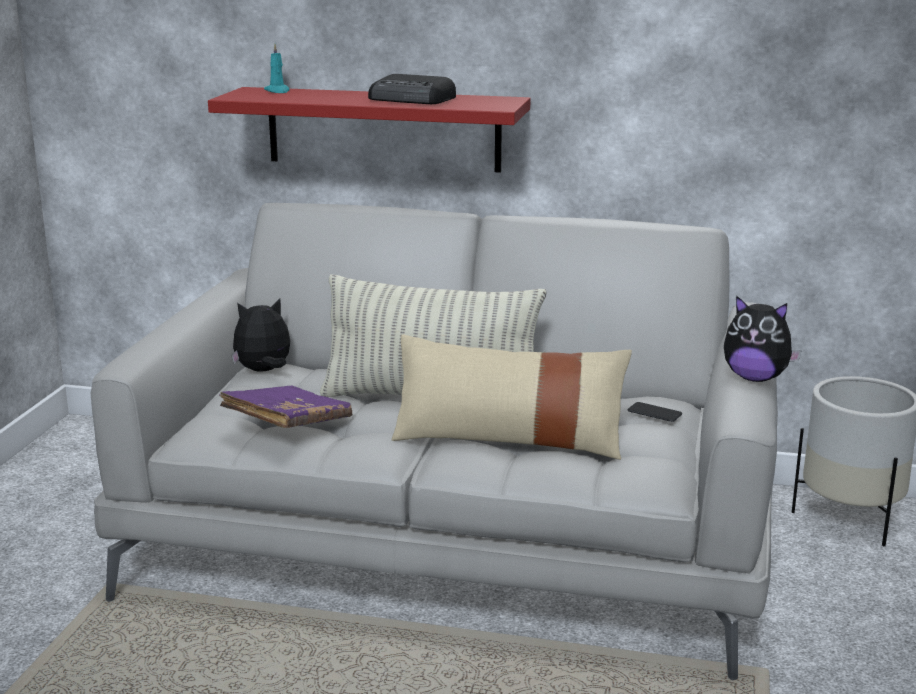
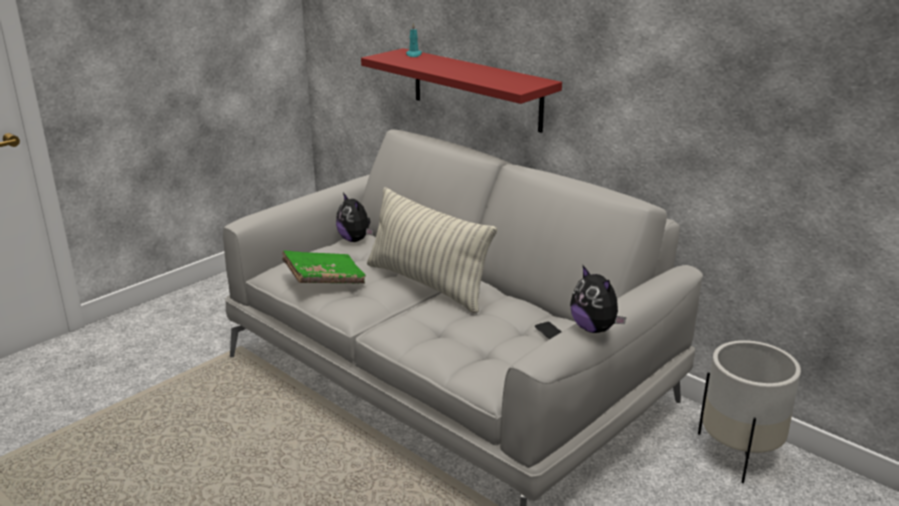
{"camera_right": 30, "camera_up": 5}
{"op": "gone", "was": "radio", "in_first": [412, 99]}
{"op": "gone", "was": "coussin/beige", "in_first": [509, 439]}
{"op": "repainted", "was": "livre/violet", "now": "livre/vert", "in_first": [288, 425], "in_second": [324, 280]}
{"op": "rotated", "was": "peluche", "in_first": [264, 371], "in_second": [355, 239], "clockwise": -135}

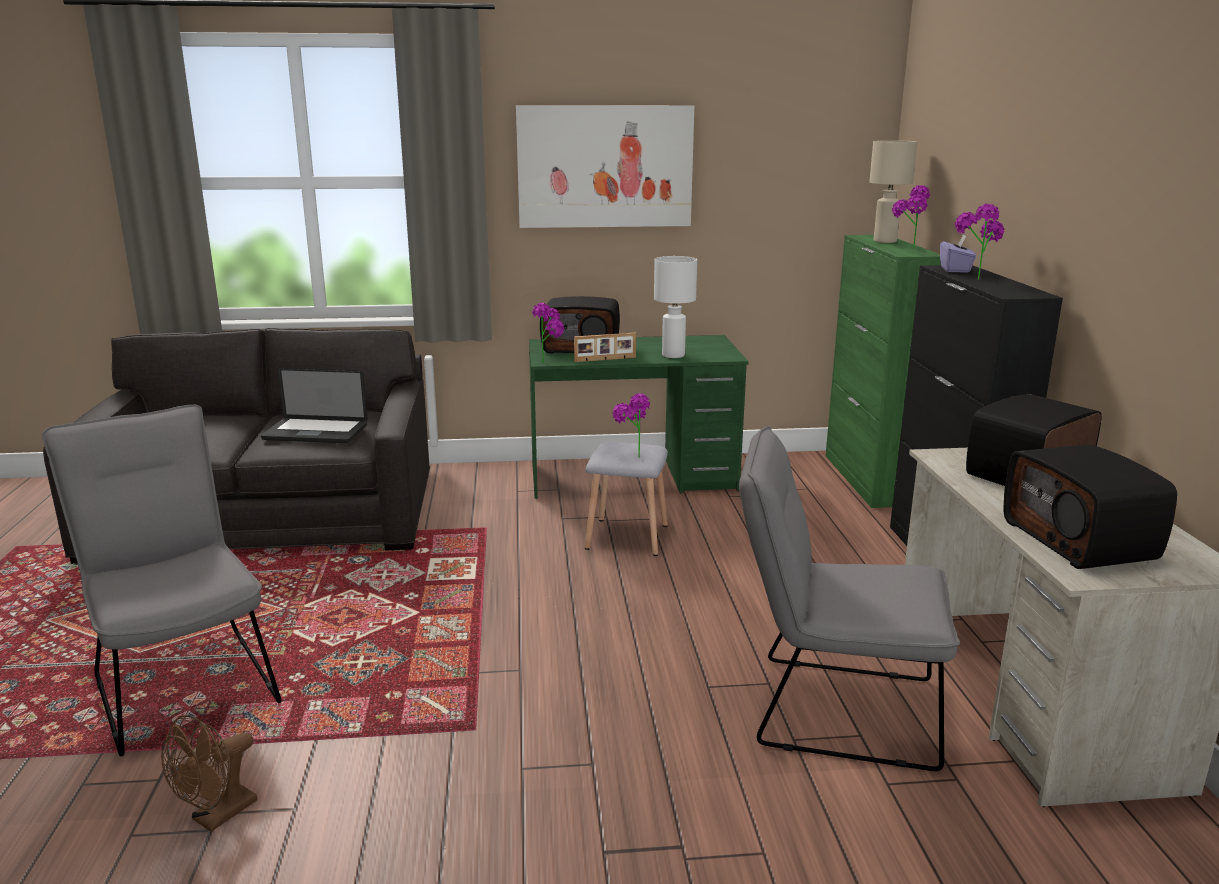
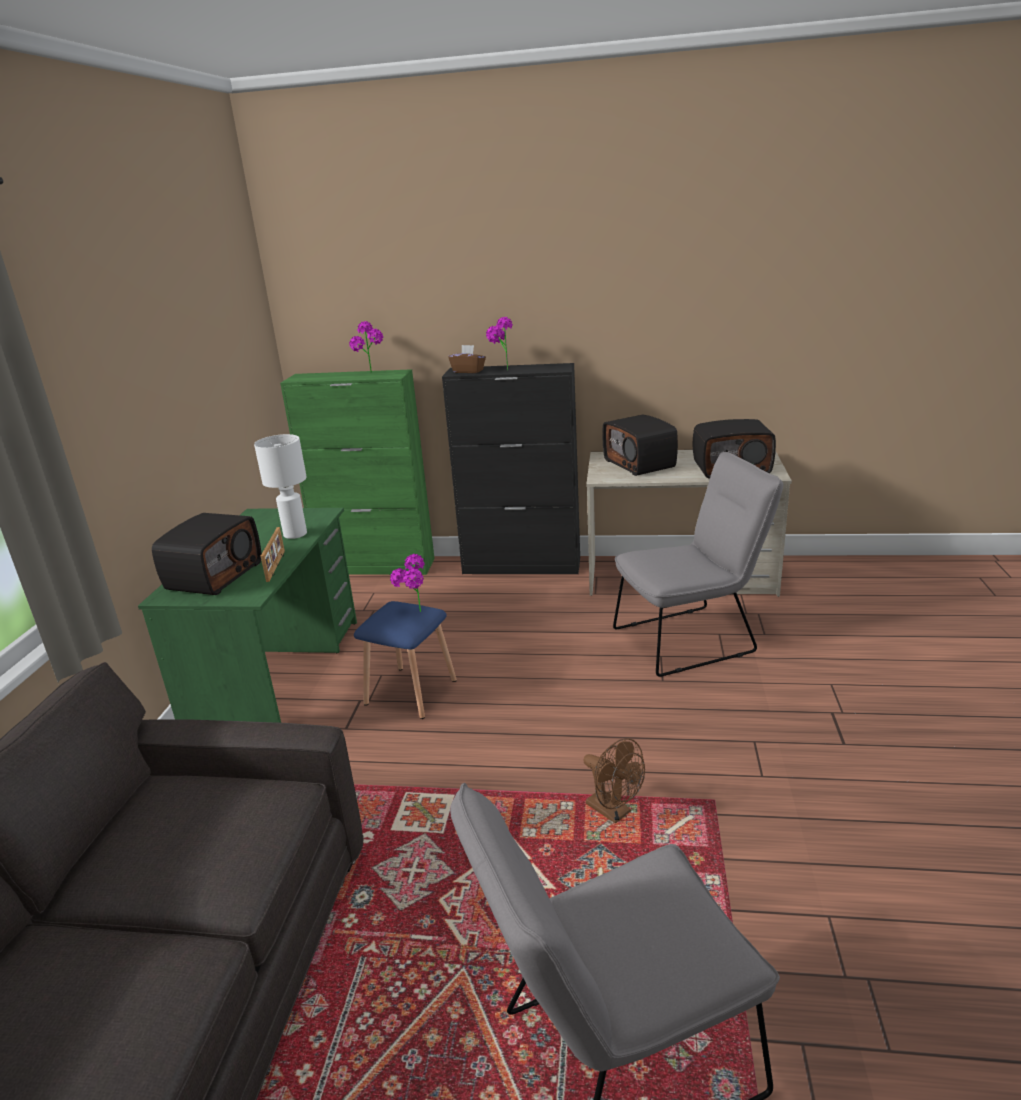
{"camera_right": -75, "camera_up": 5}
{"op": "gone", "was": "ordinateur portable", "in_first": [315, 433]}
{"op": "gone", "was": "tableau", "in_first": [605, 166]}
{"op": "gone", "was": "plante en pot", "in_first": [550, 362]}
{"op": "gone", "was": "lampe de table/beige", "in_first": [885, 241]}
{"op": "shifted", "was": "ventilateur/marron", "in_first": [217, 817], "in_second": [614, 812]}
{"op": "repainted", "was": "tabouret/gris", "now": "tabouret/bleu", "in_first": [625, 537], "in_second": [411, 693]}
{"op": "repainted", "was": "boîte à mouchoirs/violet", "now": "boîte à mouchoirs/marron", "in_first": [955, 269], "in_second": [468, 371]}
{"op": "rotated", "was": "chaise/gris", "in_first": [830, 709], "in_second": [692, 638], "clockwise": -135}

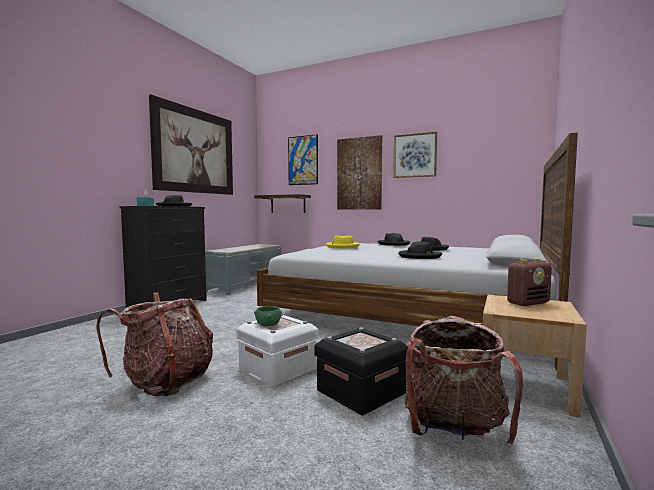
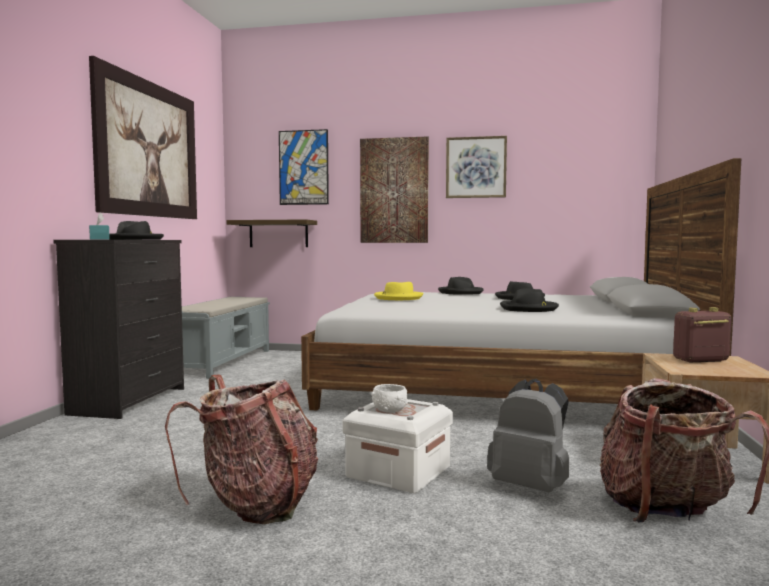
{"camera_right": -15, "camera_up": 0}
{"op": "swapped", "was": "boîte de rangement/noir", "now": "sac à dos/gris", "in_first": [361, 392], "in_second": [531, 486]}
{"op": "repainted", "was": "bol/vert", "now": "bol/blanc", "in_first": [268, 324], "in_second": [389, 410]}
{"op": "rotated", "was": "radio", "in_first": [528, 303], "in_second": [700, 360], "clockwise": -150}

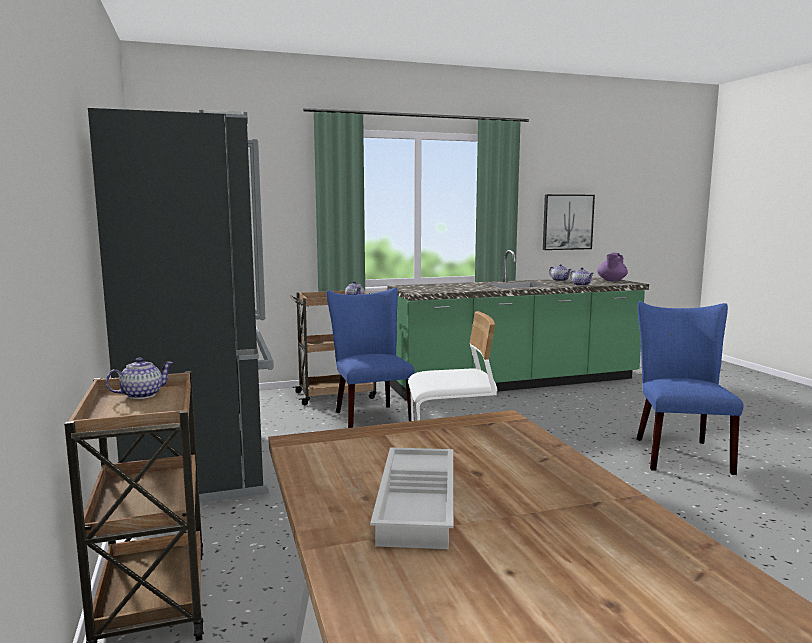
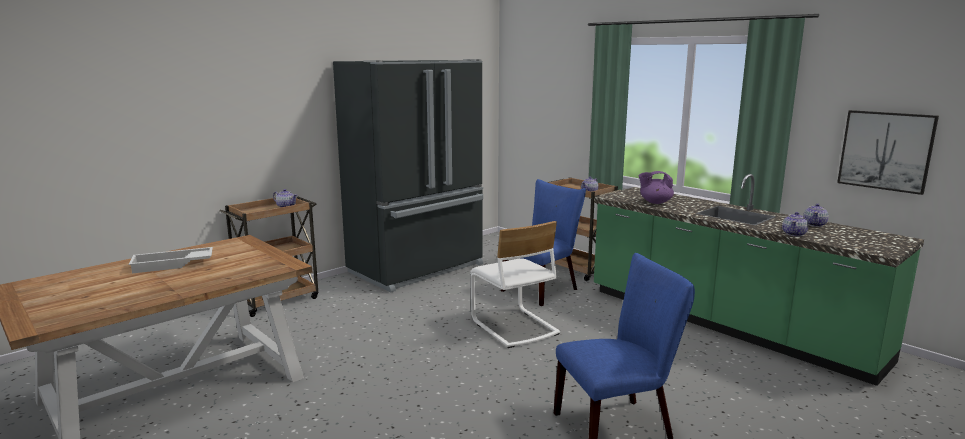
{"camera_right": 65, "camera_up": 5}
{"op": "shifted", "was": "théière/violet", "in_first": [611, 280], "in_second": [655, 202]}

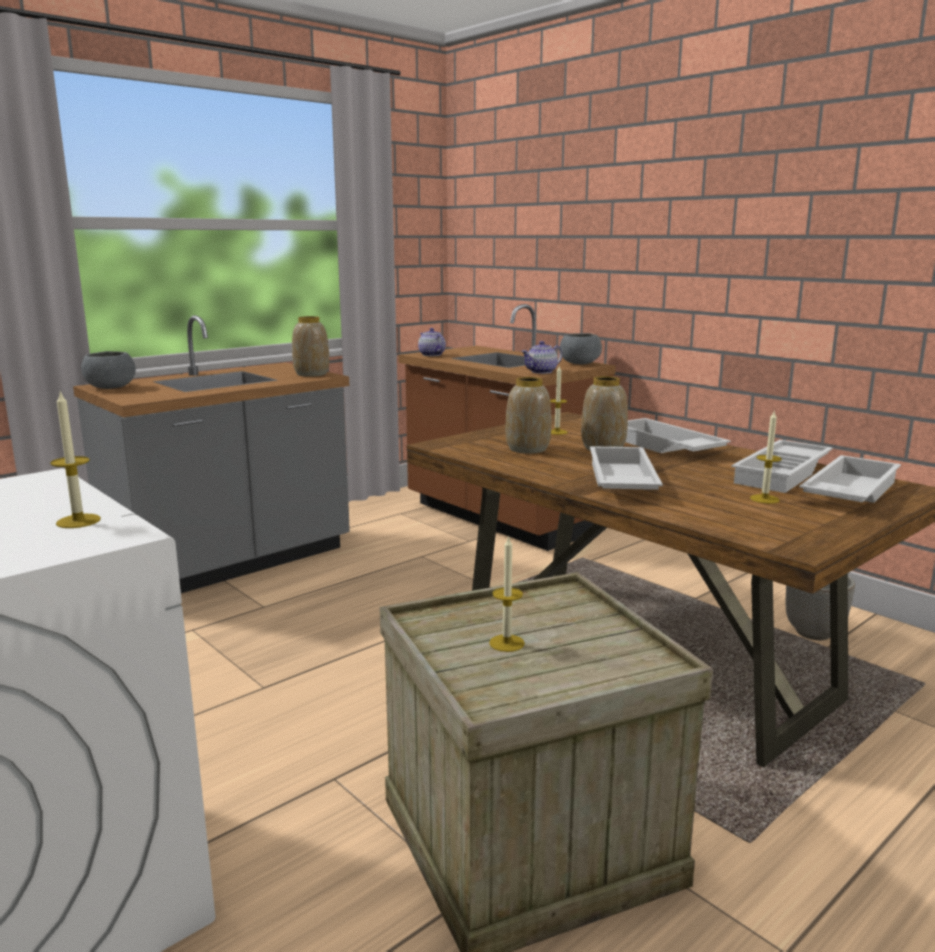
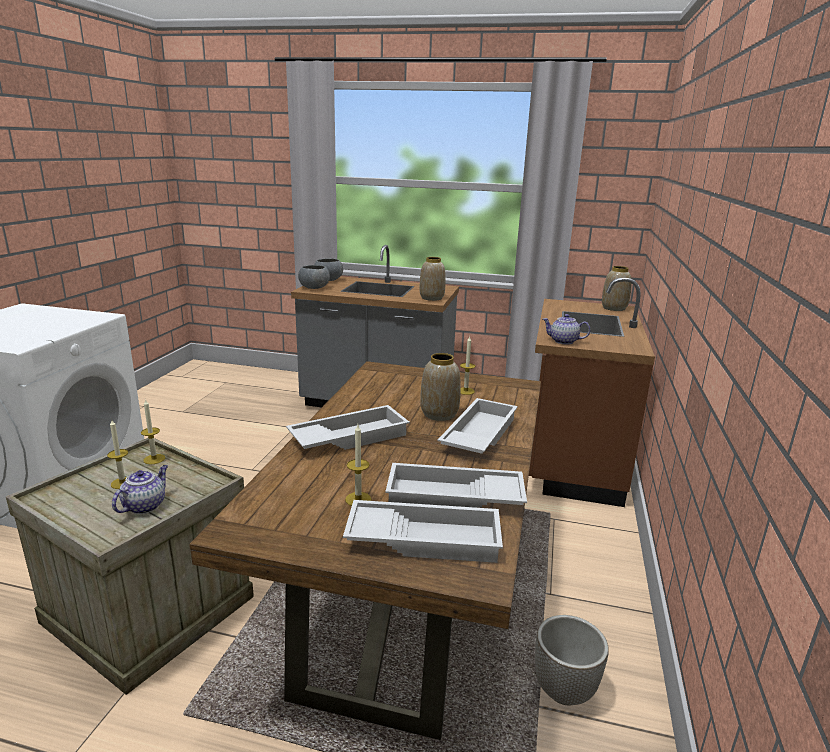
{"camera_right": 55, "camera_up": 5}
{"op": "shifted", "was": "bougie", "in_first": [78, 521], "in_second": [154, 459]}
{"op": "shifted", "was": "théière", "in_first": [431, 355], "in_second": [145, 505]}
{"op": "shifted", "was": "vase", "in_first": [527, 449], "in_second": [613, 308]}
{"op": "shifted", "was": "bol/gris", "in_first": [579, 363], "in_second": [314, 288]}

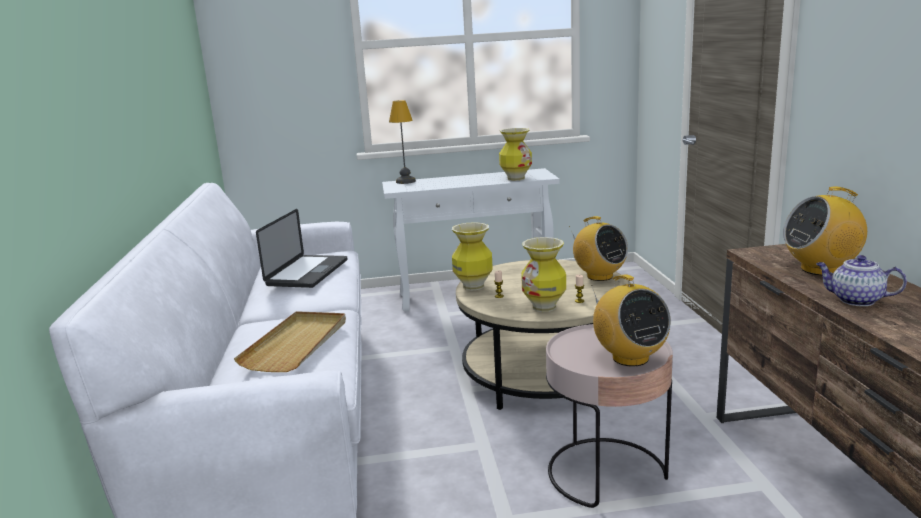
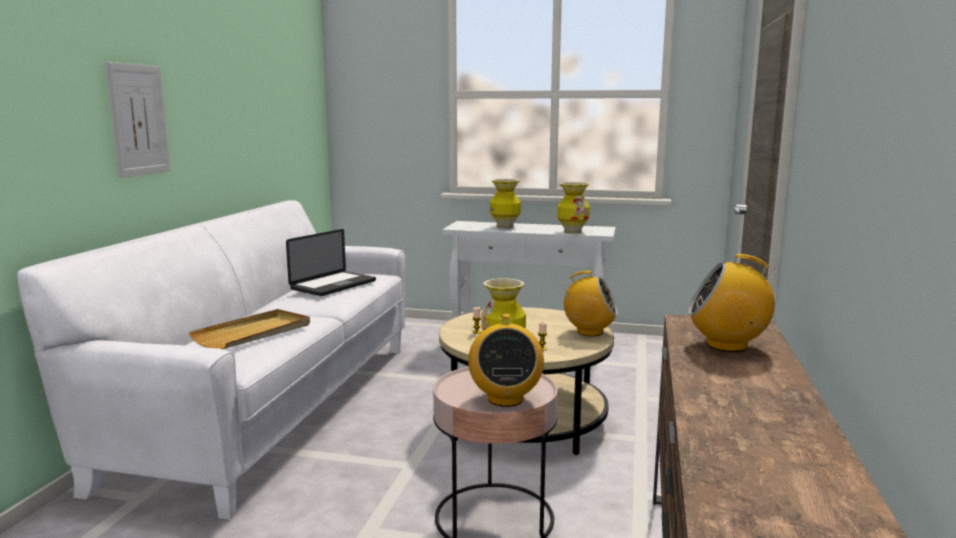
{"camera_right": 20, "camera_up": -5}
{"op": "gone", "was": "lampe de table", "in_first": [406, 181]}
{"op": "gone", "was": "théière", "in_first": [855, 300]}
{"op": "new", "now": "tableau", "in_second": [138, 120]}
{"op": "shifted", "was": "vase", "in_first": [473, 286], "in_second": [505, 227]}
{"op": "rotated", "was": "radio", "in_first": [599, 276], "in_second": [589, 332], "clockwise": -60}

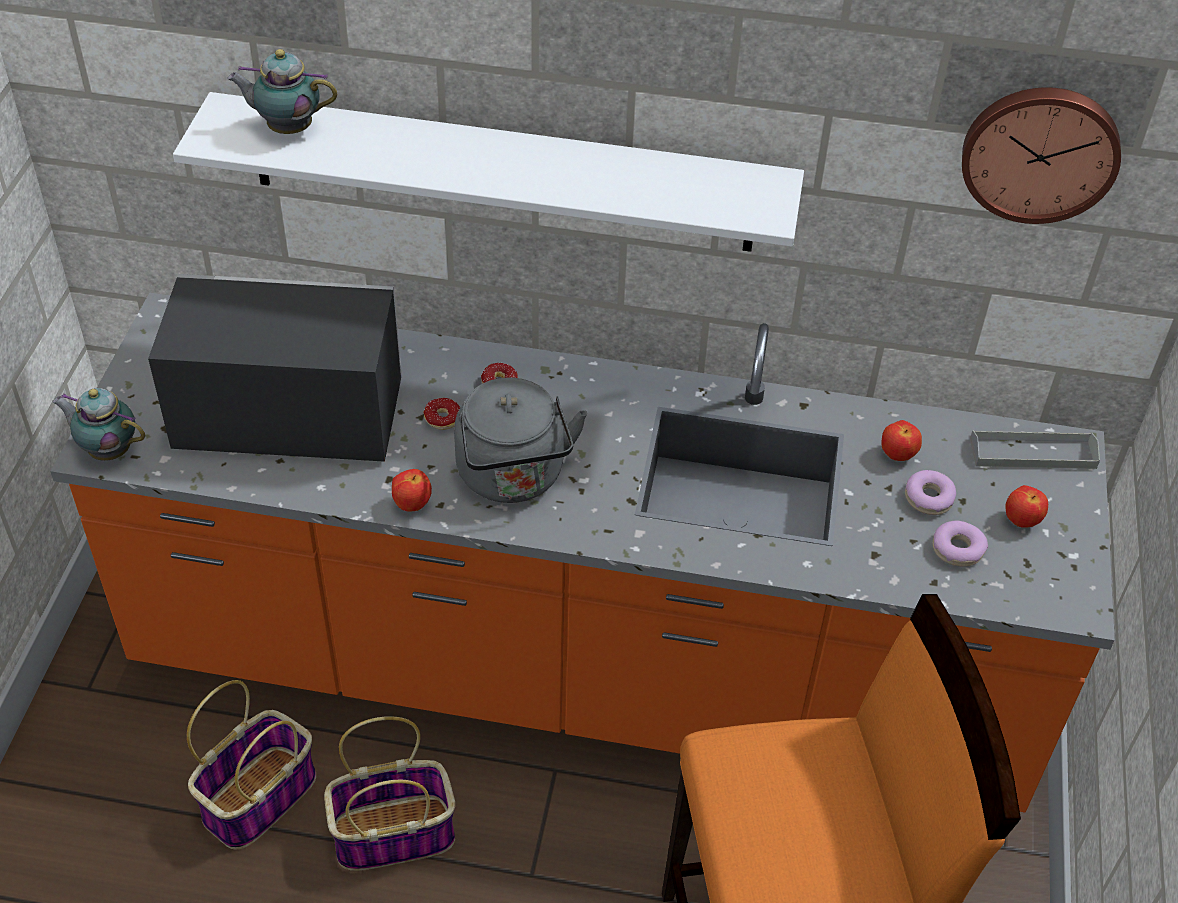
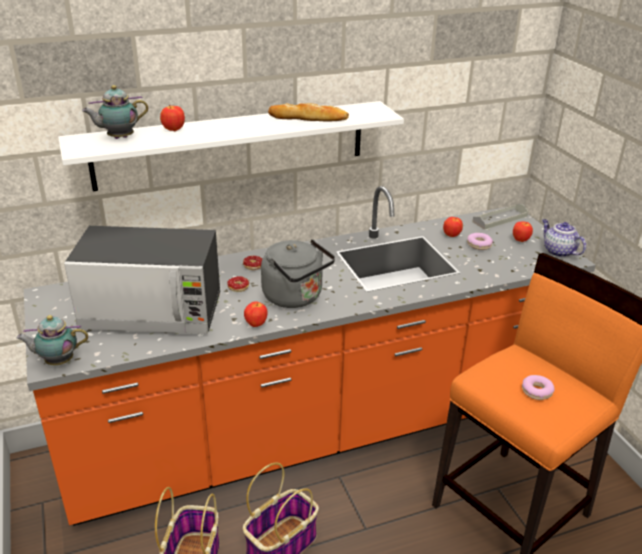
{"camera_right": -30, "camera_up": -15}
{"op": "gone", "was": "horloge murale", "in_first": [1040, 151]}
{"op": "new", "now": "pomme", "in_second": [173, 130]}
{"op": "new", "now": "pain", "in_second": [308, 118]}
{"op": "new", "now": "théière", "in_second": [558, 251]}
{"op": "shifted", "was": "beignet", "in_first": [958, 549], "in_second": [537, 391]}
{"op": "rotated", "was": "micro-ondes", "in_first": [287, 414], "in_second": [153, 312], "clockwise": -150}

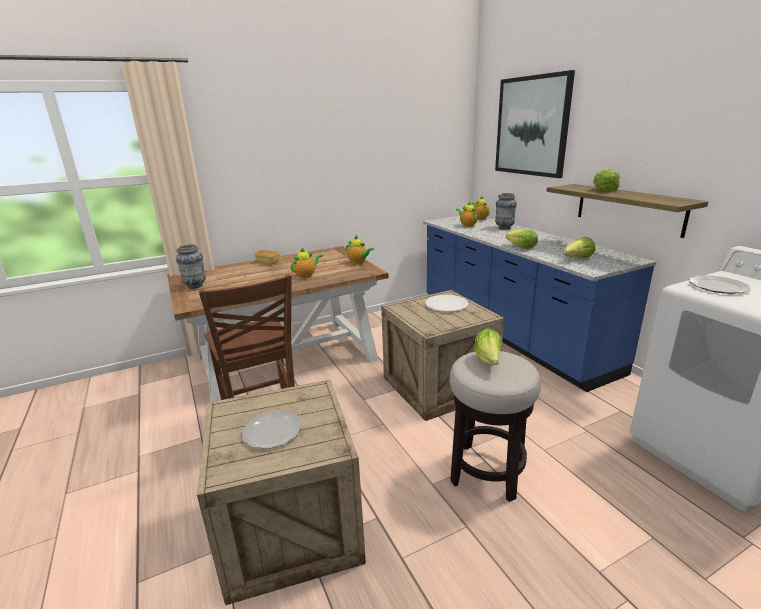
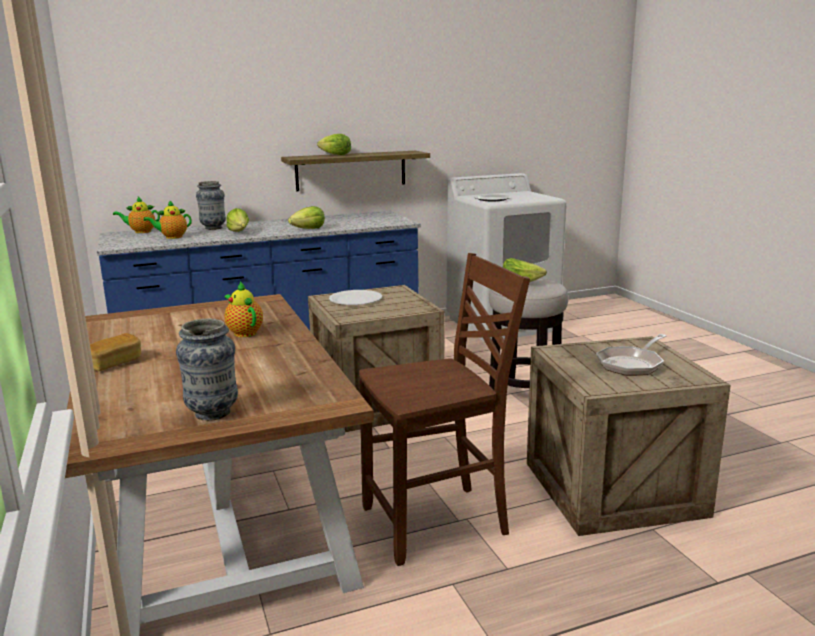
{"camera_right": -85, "camera_up": -5}
{"op": "gone", "was": "théière", "in_first": [358, 262]}
{"op": "gone", "was": "tableau", "in_first": [531, 126]}
{"op": "shifted", "was": "laitue", "in_first": [577, 259], "in_second": [239, 233]}
{"op": "swapped", "was": "assiette", "now": "poêle", "in_first": [272, 432], "in_second": [632, 364]}

